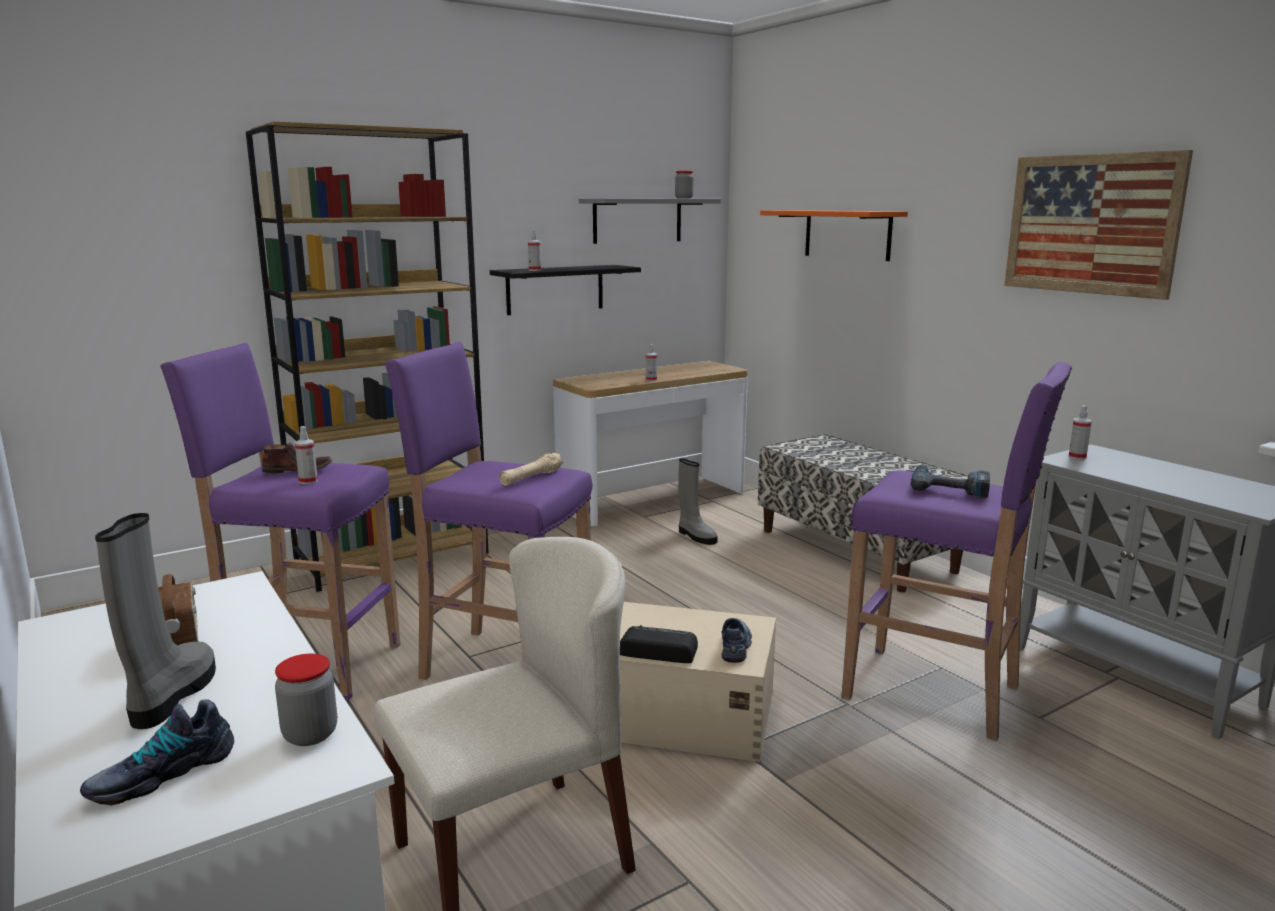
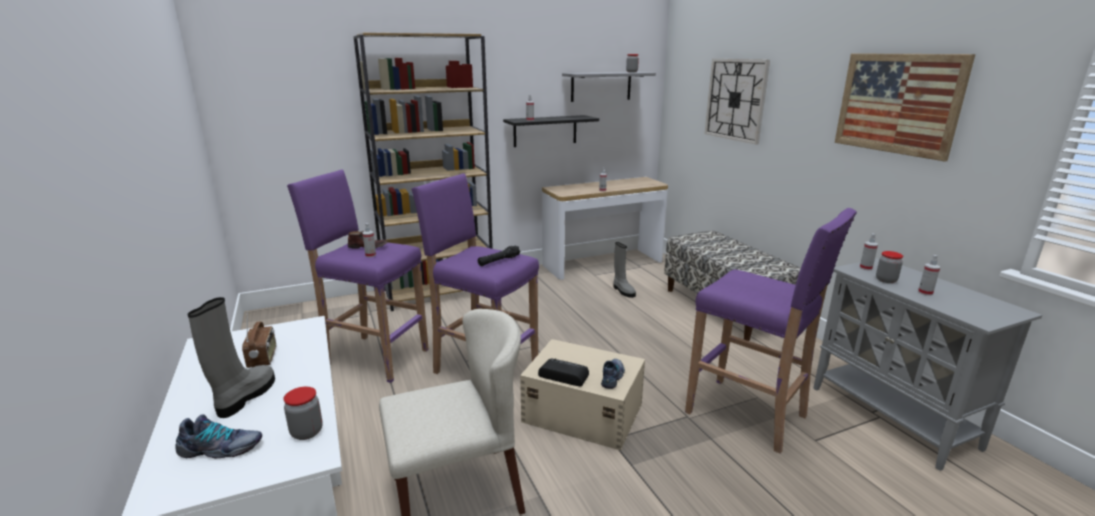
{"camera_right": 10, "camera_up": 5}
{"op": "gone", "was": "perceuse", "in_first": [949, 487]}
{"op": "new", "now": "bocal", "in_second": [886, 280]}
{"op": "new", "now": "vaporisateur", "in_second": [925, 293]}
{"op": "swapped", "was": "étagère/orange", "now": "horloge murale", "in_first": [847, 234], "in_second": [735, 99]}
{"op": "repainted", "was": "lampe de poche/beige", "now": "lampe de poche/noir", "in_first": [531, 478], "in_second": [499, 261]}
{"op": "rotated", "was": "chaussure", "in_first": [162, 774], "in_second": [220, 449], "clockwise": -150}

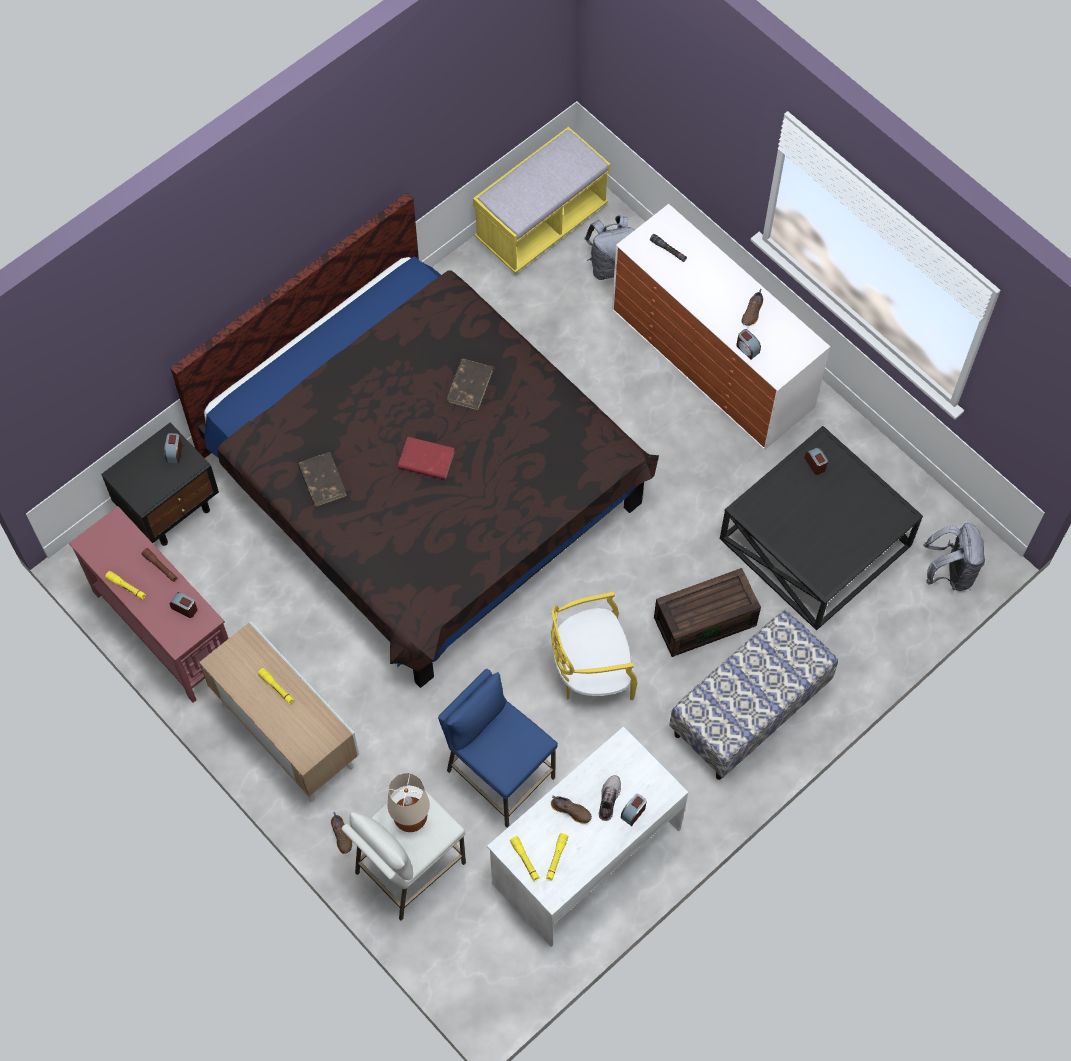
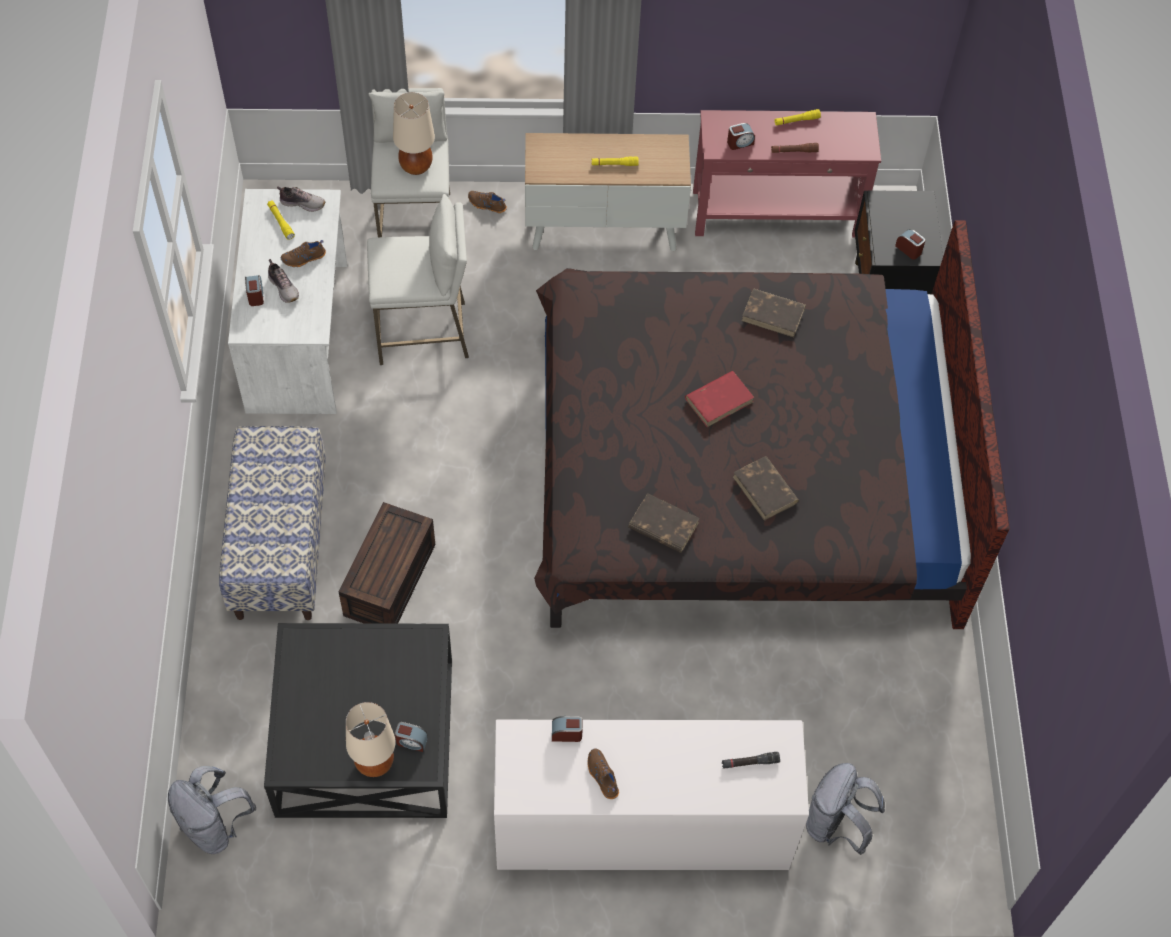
{"camera_right": 130, "camera_up": -5}
{"op": "gone", "was": "banc/jaune", "in_first": [541, 224]}
{"op": "gone", "was": "chaise/jaune", "in_first": [591, 670]}
{"op": "new", "now": "lampe de table/beige", "in_second": [375, 762]}
{"op": "new", "now": "livre/marron", "in_second": [662, 525]}
{"op": "swapped", "was": "lampe de poche/jaune", "now": "chaussure", "in_first": [525, 860], "in_second": [302, 203]}
{"op": "repainted", "was": "tabouret/bleu", "now": "tabouret/blanc", "in_first": [499, 774], "in_second": [423, 332]}

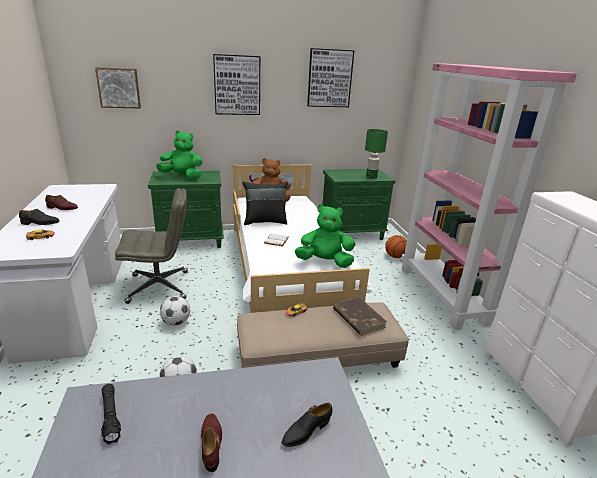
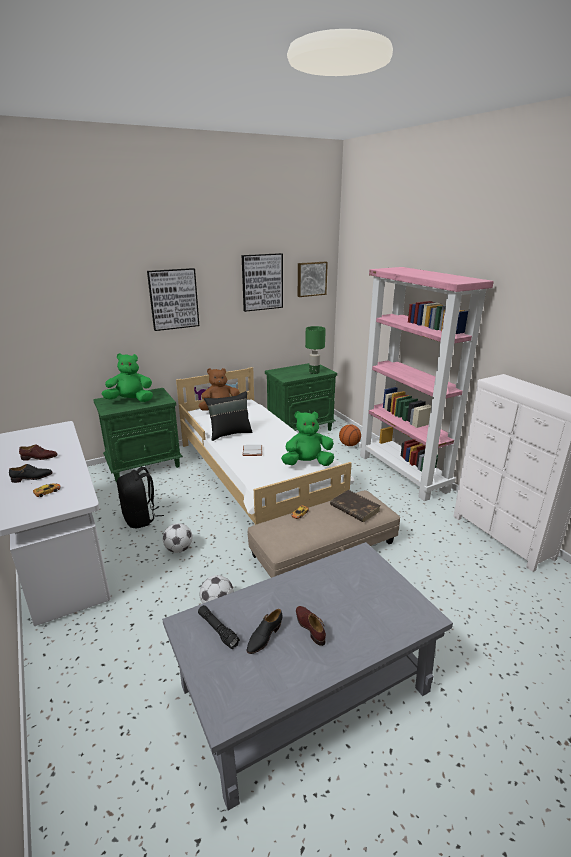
{"camera_right": -15, "camera_up": 0}
{"op": "shifted", "was": "tableau", "in_first": [119, 88], "in_second": [311, 279]}
{"op": "shifted", "was": "chaussure/noir", "in_first": [306, 431], "in_second": [264, 637]}
{"op": "swapped", "was": "chaise de bureau/gris", "now": "sac à dos/noir", "in_first": [159, 286], "in_second": [140, 518]}

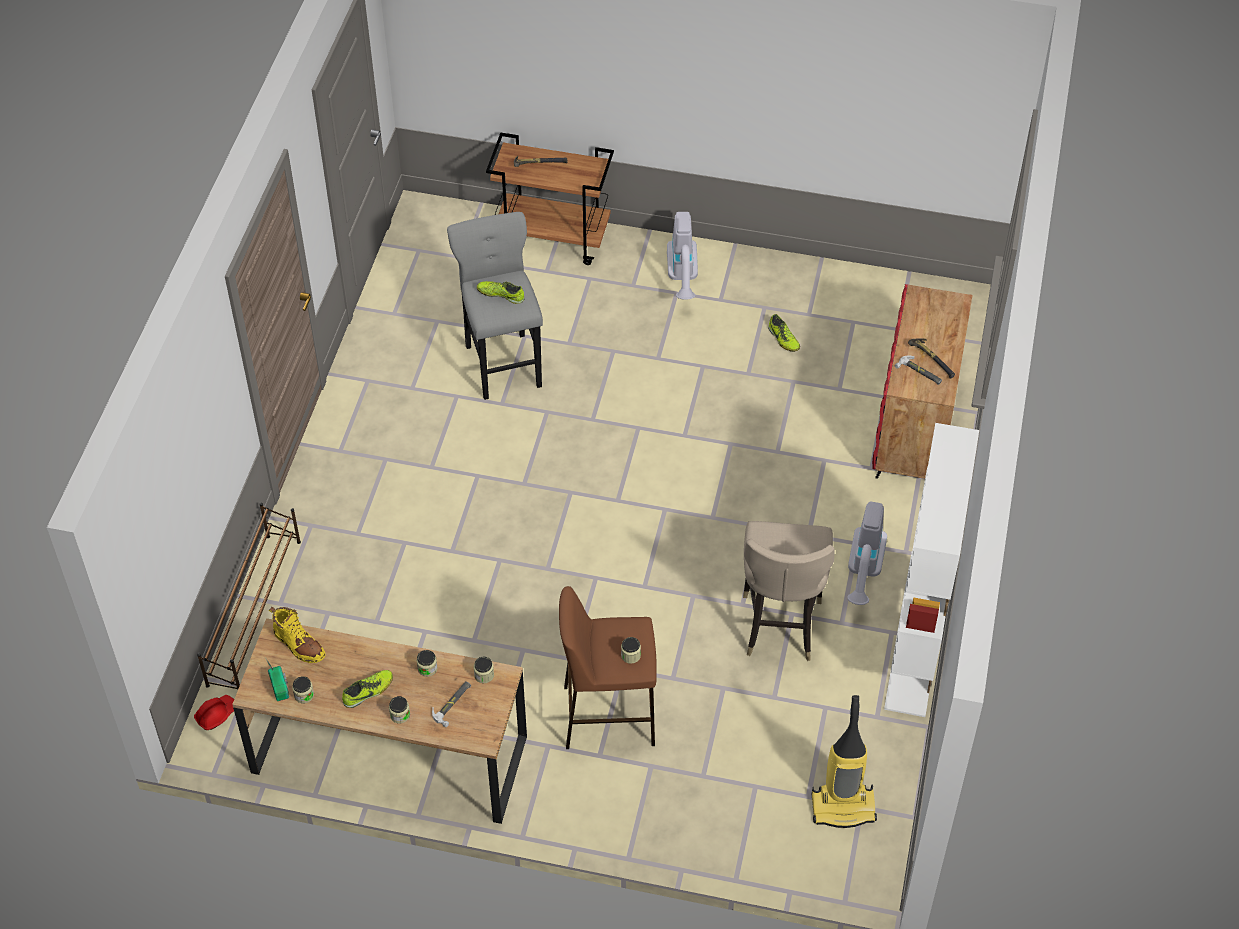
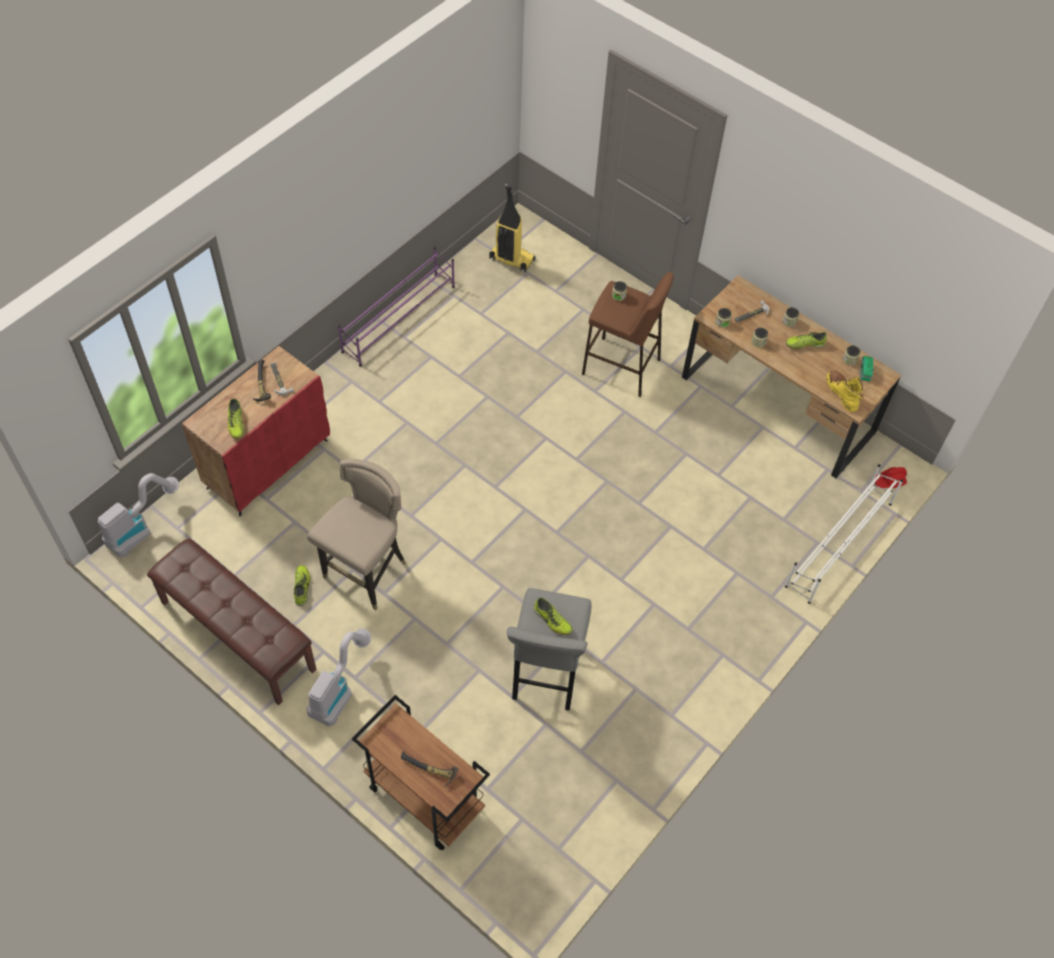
{"camera_right": -155, "camera_up": 5}
{"op": "new", "now": "banc/marron", "in_second": [236, 636]}
{"op": "new", "now": "chaussure", "in_second": [236, 423]}
{"op": "shifted", "was": "tabouret/beige", "in_first": [779, 625], "in_second": [366, 574]}
{"op": "shifted", "was": "aspirateur", "in_first": [864, 573], "in_second": [140, 528]}
{"op": "swapped", "was": "bibliothèque/blanc", "now": "étagère à chaussures/violet", "in_first": [915, 653], "in_second": [399, 319]}
{"op": "repainted", "was": "étagère à chaussures/marron", "now": "étagère à chaussures/blanc", "in_first": [255, 611], "in_second": [838, 544]}

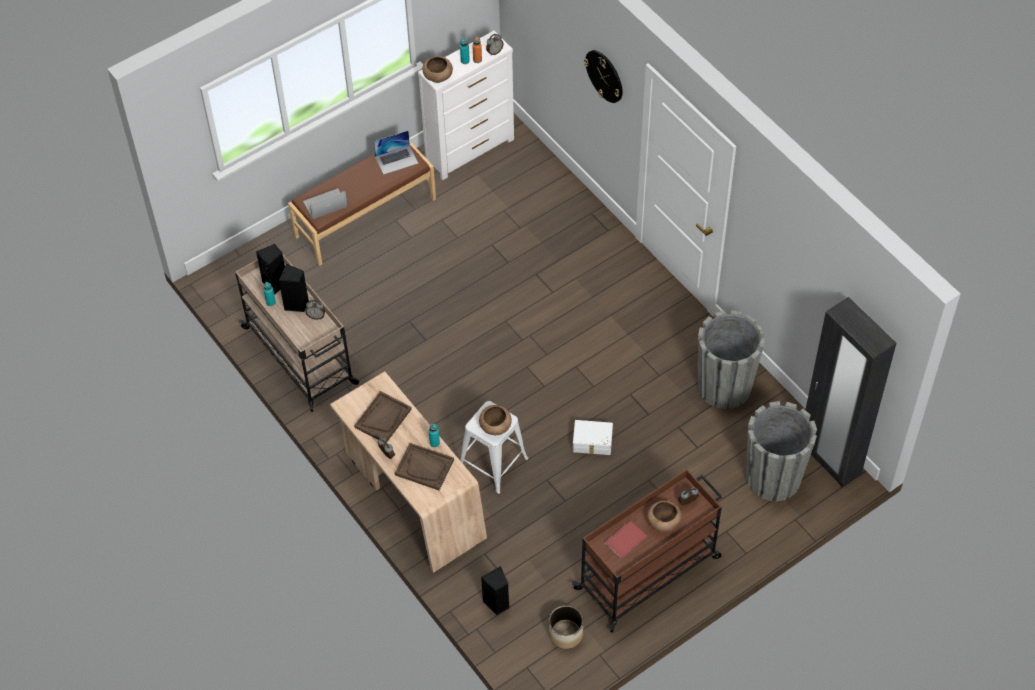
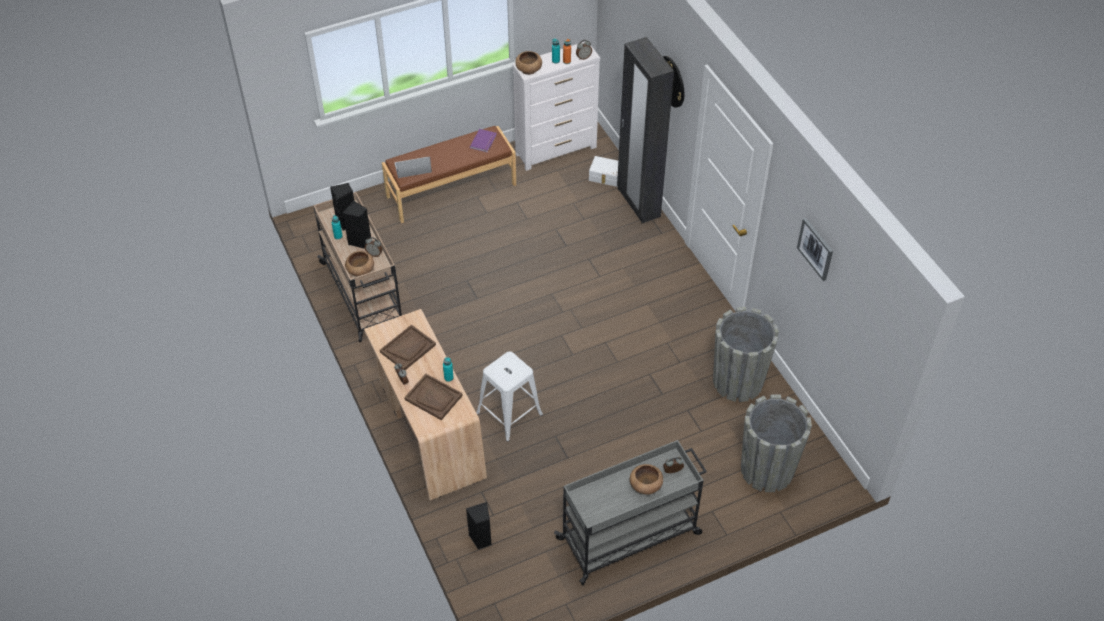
{"camera_right": 10, "camera_up": -5}
{"op": "gone", "was": "cache-pot", "in_first": [565, 633]}
{"op": "gone", "was": "livre/rouge", "in_first": [625, 540]}
{"op": "new", "now": "tableau", "in_second": [816, 248]}
{"op": "shifted", "was": "bol/marron", "in_first": [495, 426], "in_second": [360, 270]}
{"op": "shifted", "was": "boîte de rangement/blanc", "in_first": [592, 443], "in_second": [606, 177]}
{"op": "shifted", "was": "armoire/noir", "in_first": [829, 459], "in_second": [638, 203]}
{"op": "swapped", "was": "ordinateur portable", "now": "livre/violet", "in_first": [396, 159], "in_second": [484, 141]}
{"op": "repainted", "was": "chariot/marron", "now": "chariot/gris", "in_first": [649, 572], "in_second": [630, 536]}

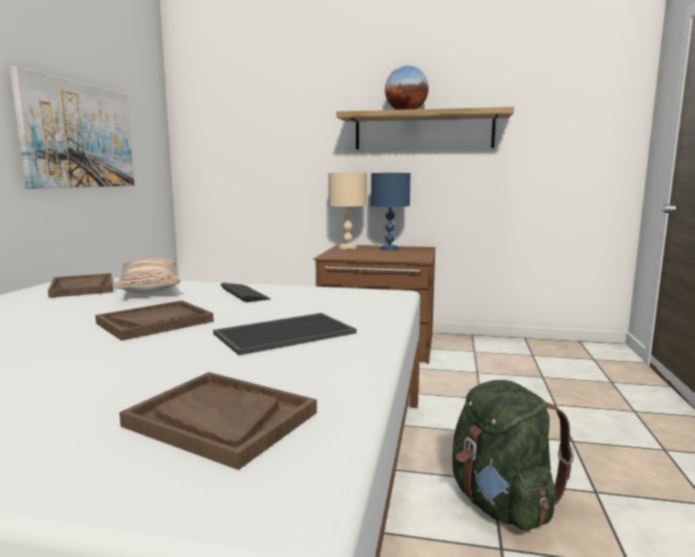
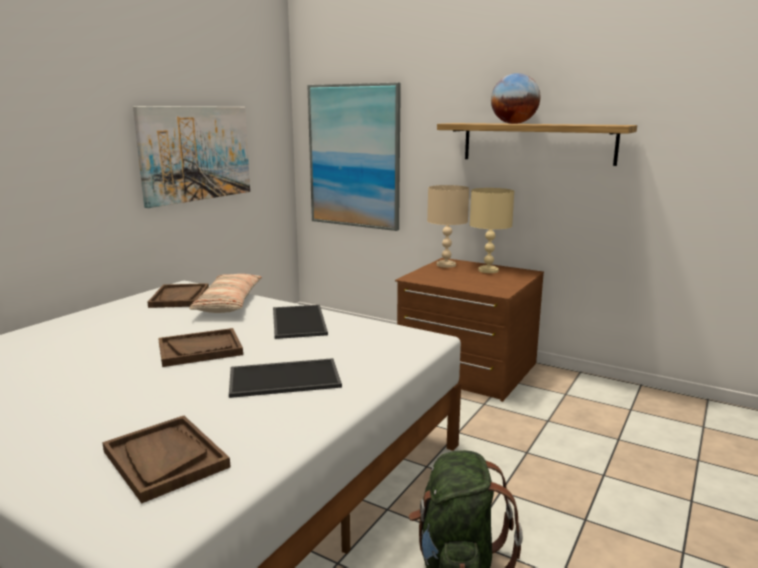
{"camera_right": 20, "camera_up": 5}
{"op": "new", "now": "tableau", "in_second": [354, 156]}
{"op": "swapped", "was": "clavier", "now": "plateau", "in_first": [244, 293], "in_second": [297, 321]}
{"op": "repainted", "was": "lampe de table/bleu", "now": "lampe de table/beige", "in_first": [389, 248], "in_second": [488, 270]}

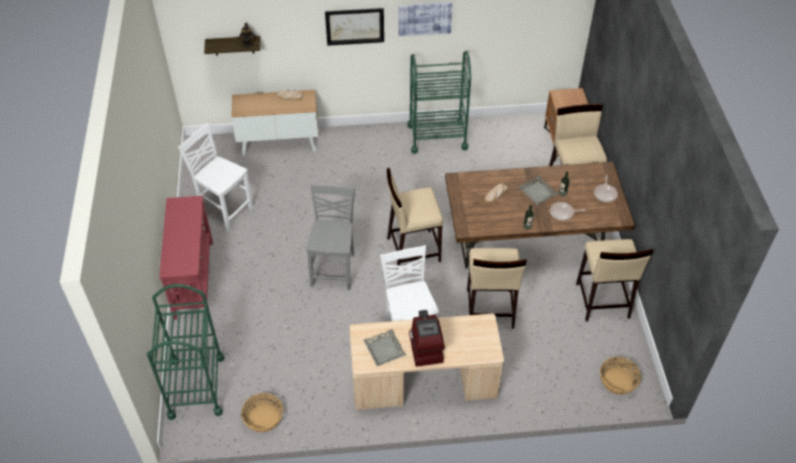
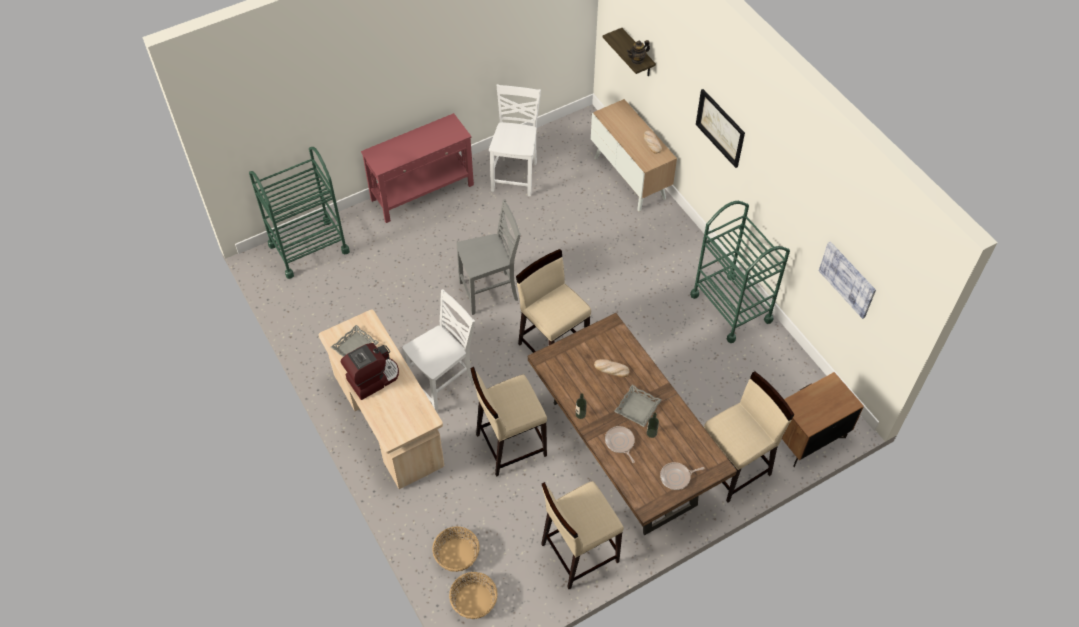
{"camera_right": 65, "camera_up": 5}
{"op": "shifted", "was": "panier", "in_first": [263, 418], "in_second": [456, 554]}
{"op": "shifted", "was": "tableau", "in_first": [425, 18], "in_second": [847, 279]}

